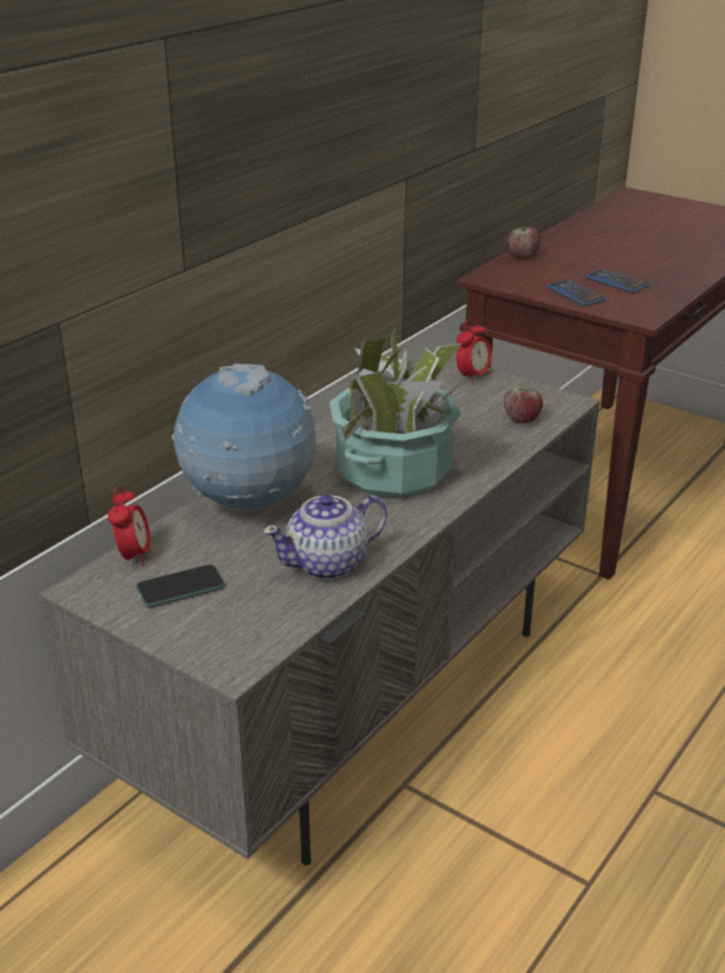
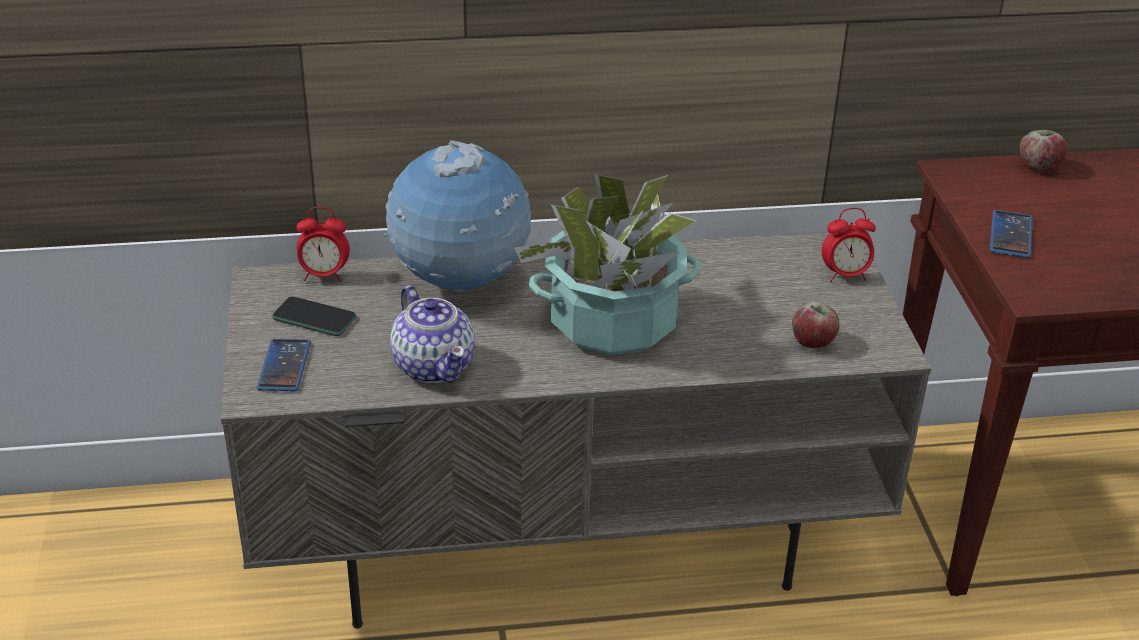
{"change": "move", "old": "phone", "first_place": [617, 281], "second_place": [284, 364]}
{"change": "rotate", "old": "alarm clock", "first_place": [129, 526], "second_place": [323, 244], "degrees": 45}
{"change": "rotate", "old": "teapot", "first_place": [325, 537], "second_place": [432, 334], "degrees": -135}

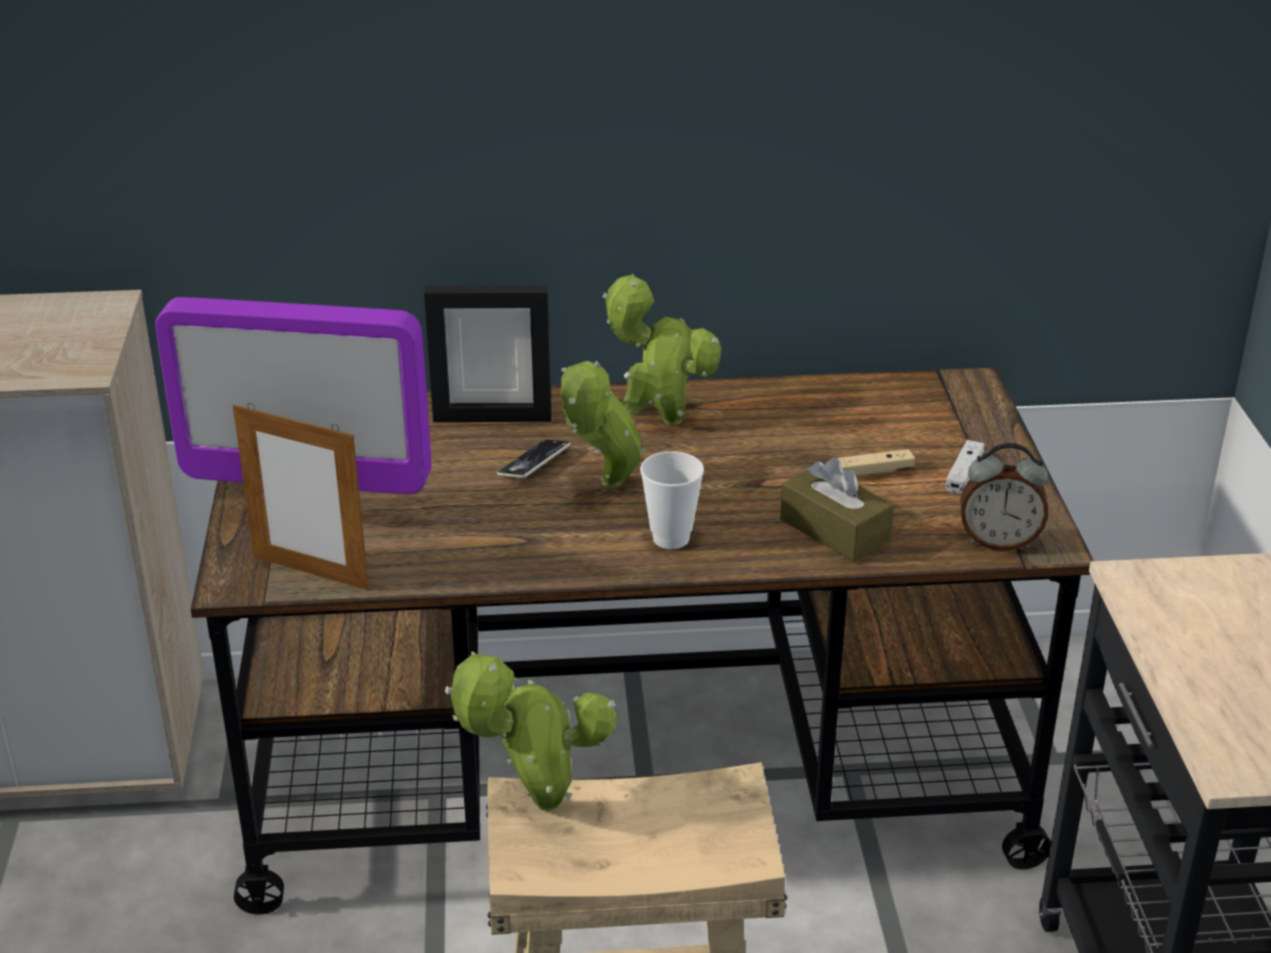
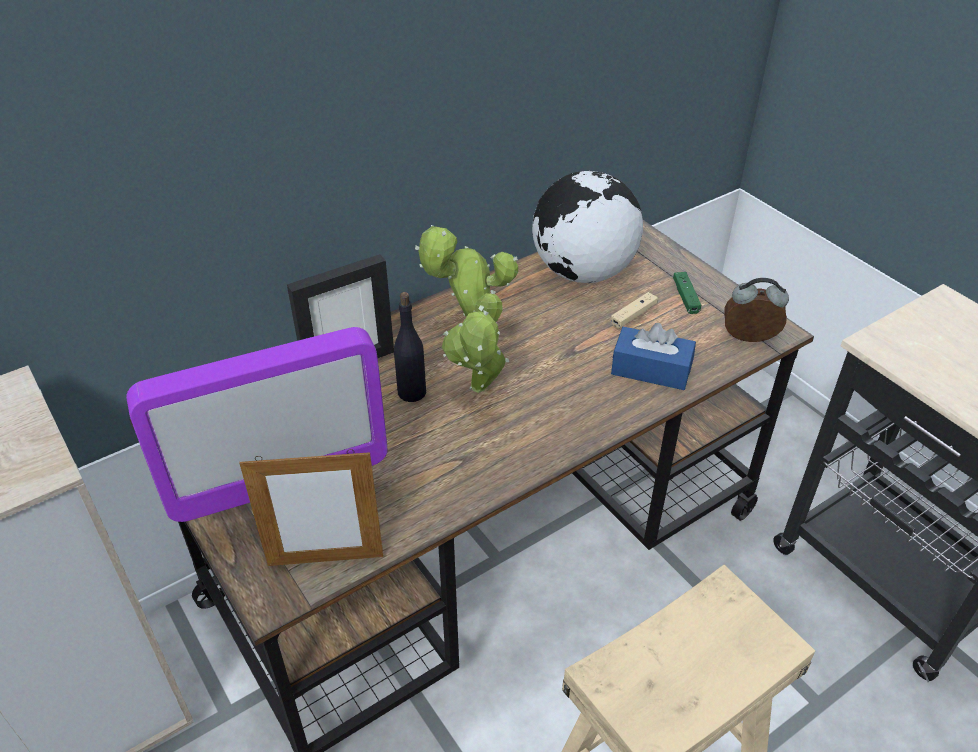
{"change": "delete", "old": "houseplant", "first_place": [531, 731]}
{"change": "delete", "old": "small cup", "first_place": [672, 500]}
{"change": "insert", "new": "world globe", "second_place": [587, 227]}
{"change": "replace", "old": "phone", "new": "blackish bottle", "first_place": [534, 458], "second_place": [410, 347]}
{"change": "recolor", "old": "brownish tissue box", "new": "blue tissue box", "first_place": [837, 509], "second_place": [653, 356]}
{"change": "recolor", "old": "white game controller", "new": "green-coloured game controller", "first_place": [965, 467], "second_place": [687, 293]}
{"change": "rotate", "old": "alarm clock", "first_place": [1004, 497], "second_place": [756, 310], "degrees": -150}

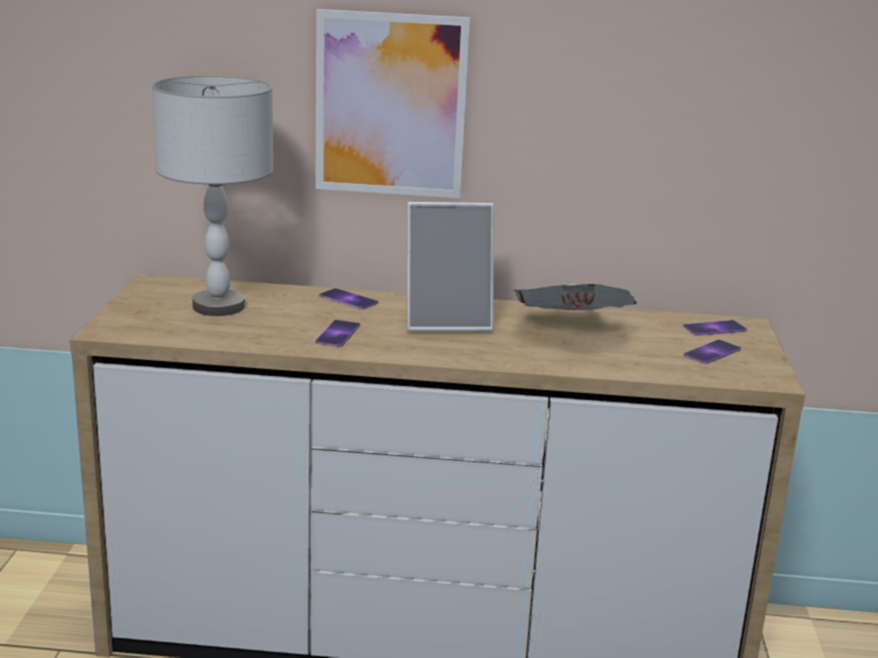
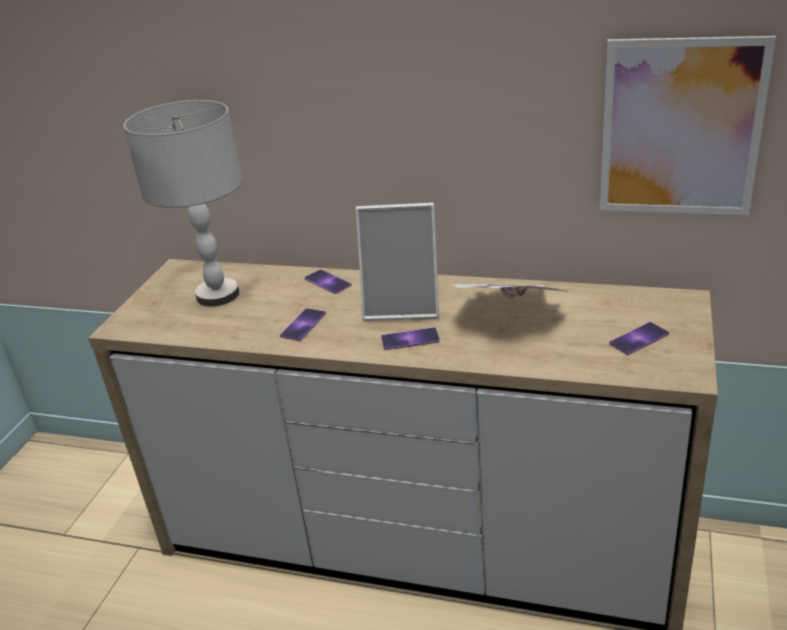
{"change": "move", "old": "picture", "first_place": [392, 103], "second_place": [688, 125]}
{"change": "move", "old": "phone", "first_place": [715, 328], "second_place": [410, 338]}

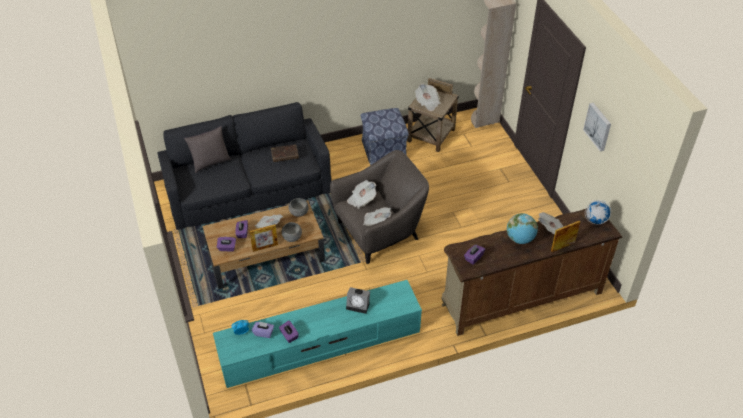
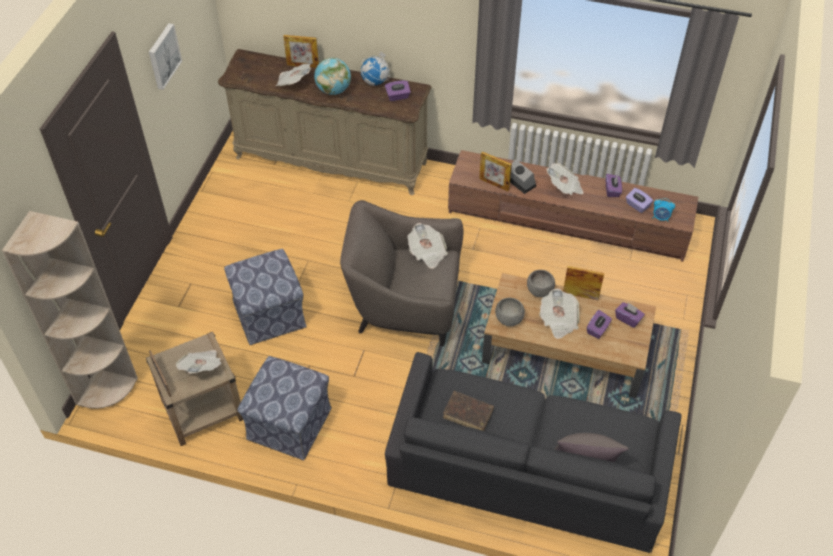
{"change": "insert", "new": "pouffe", "second_place": [265, 297]}
{"change": "insert", "new": "photo frame", "second_place": [495, 171]}
{"change": "move", "old": "newspaper", "first_place": [361, 194], "second_place": [565, 179]}
{"change": "move", "old": "world globe", "first_place": [598, 212], "second_place": [375, 68]}
{"change": "recolor", "old": "blue-green media console", "new": "brownish media console", "first_place": [317, 334], "second_place": [573, 206]}

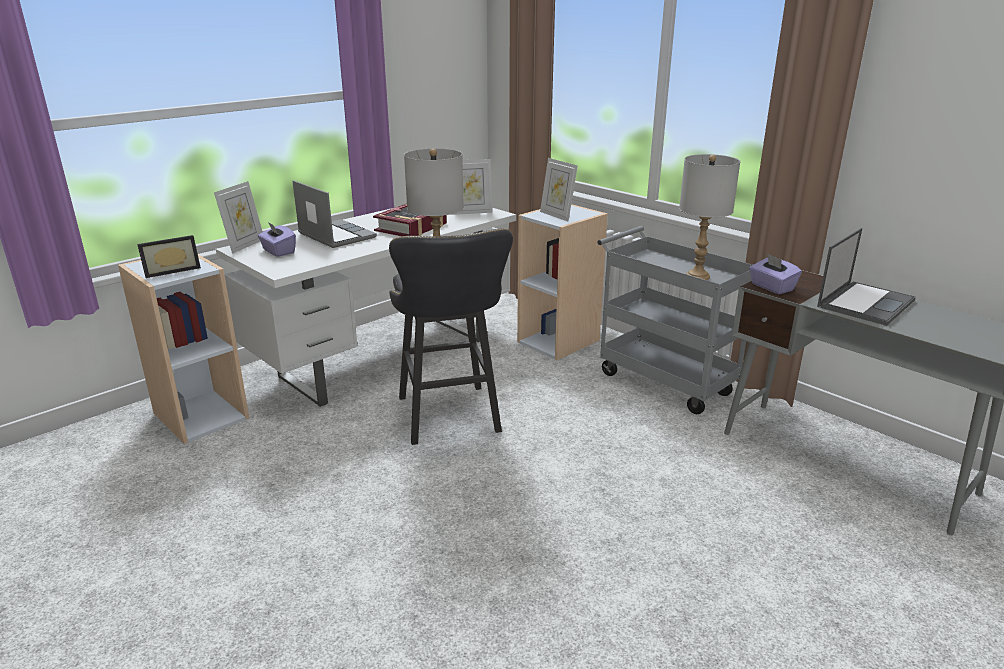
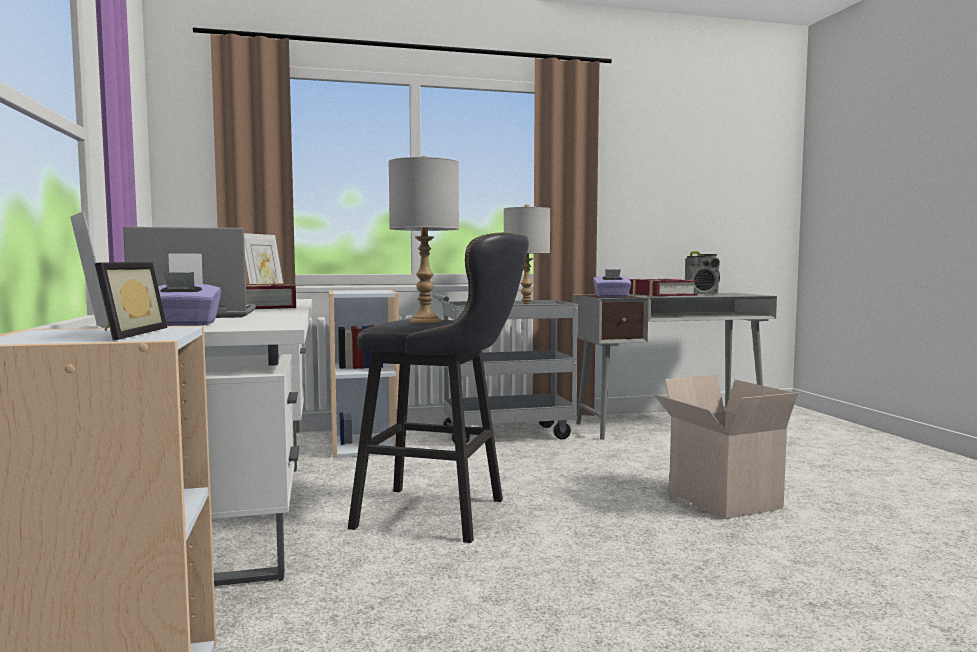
{"change": "delete", "old": "photo frame", "first_place": [559, 190]}
{"change": "insert", "new": "carton", "second_place": [725, 447]}
{"change": "insert", "new": "radio receiver", "second_place": [702, 272]}
{"change": "replace", "old": "portable computer", "new": "volume", "first_place": [866, 277], "second_place": [663, 287]}

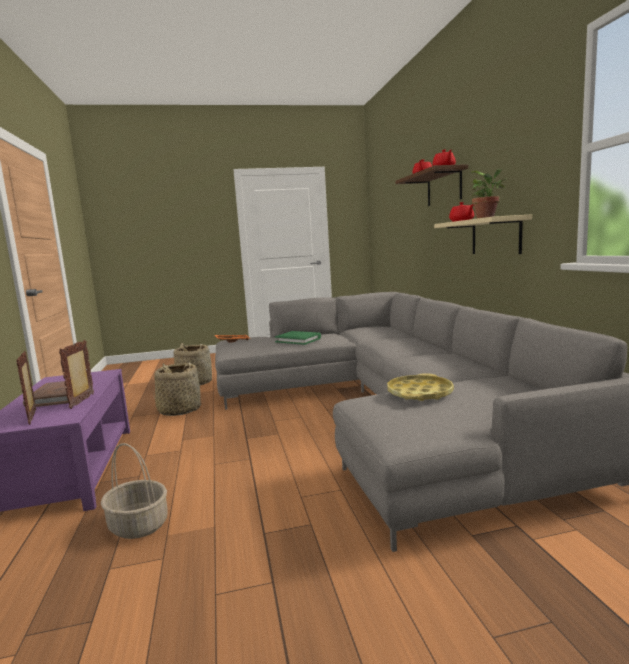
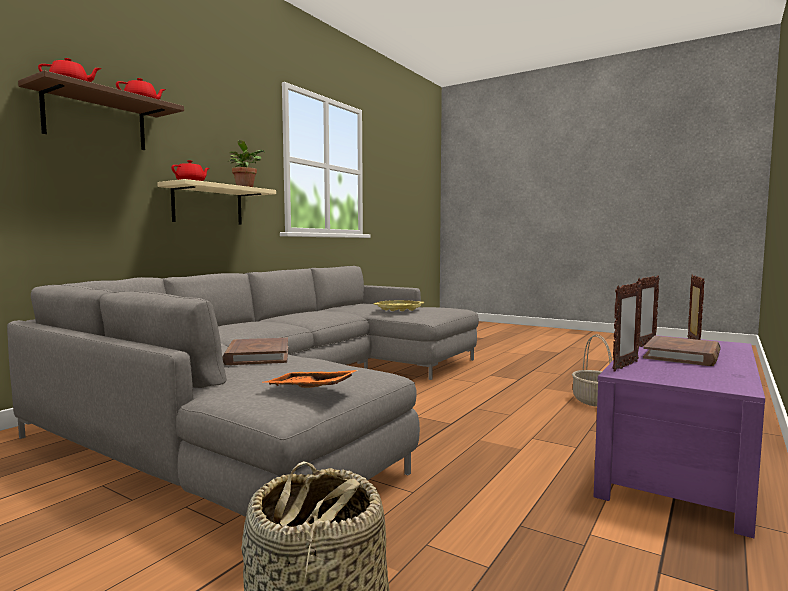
{"change": "delete", "old": "storage basket", "first_place": [177, 389]}
{"change": "insert", "new": "photo frame", "second_place": [627, 327]}
{"change": "recolor", "old": "green-coloured volume", "new": "brownish volume", "first_place": [298, 338], "second_place": [255, 351]}

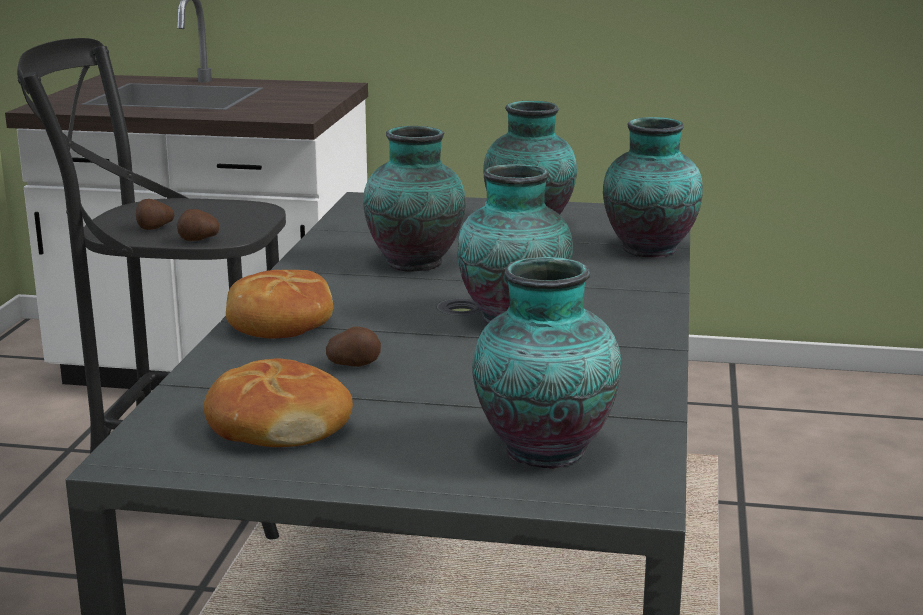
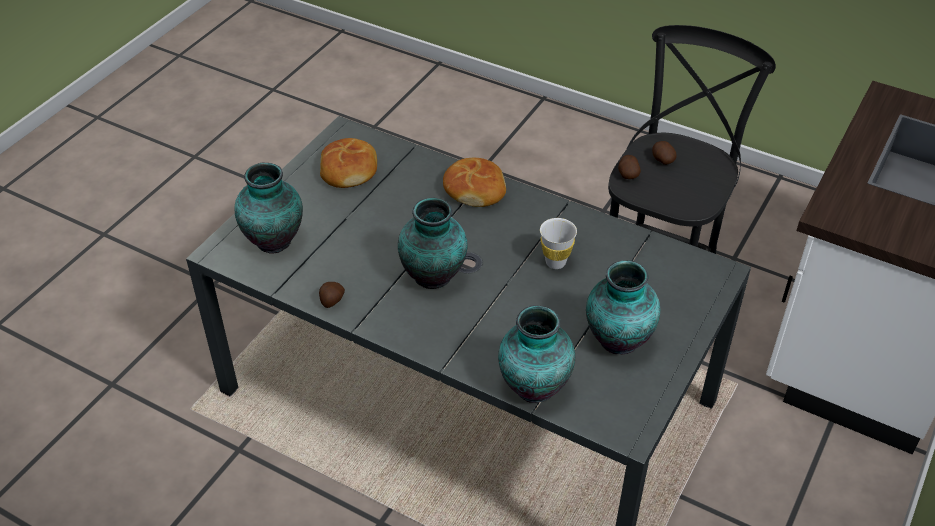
{"change": "move", "old": "whole potato", "first_place": [353, 347], "second_place": [332, 295]}
{"change": "replace", "old": "decorative vase", "new": "white small cup", "first_place": [414, 199], "second_place": [558, 243]}

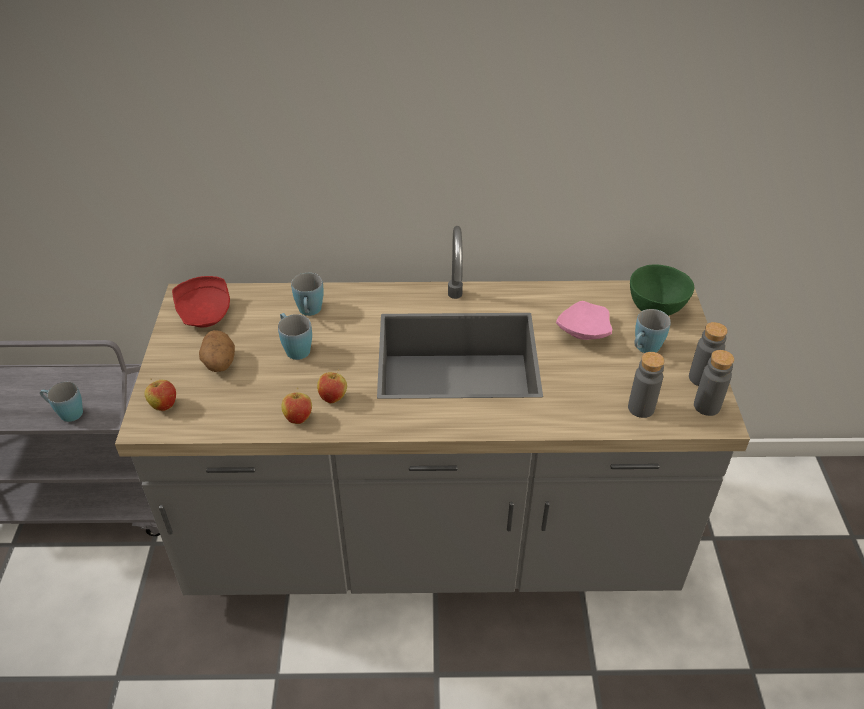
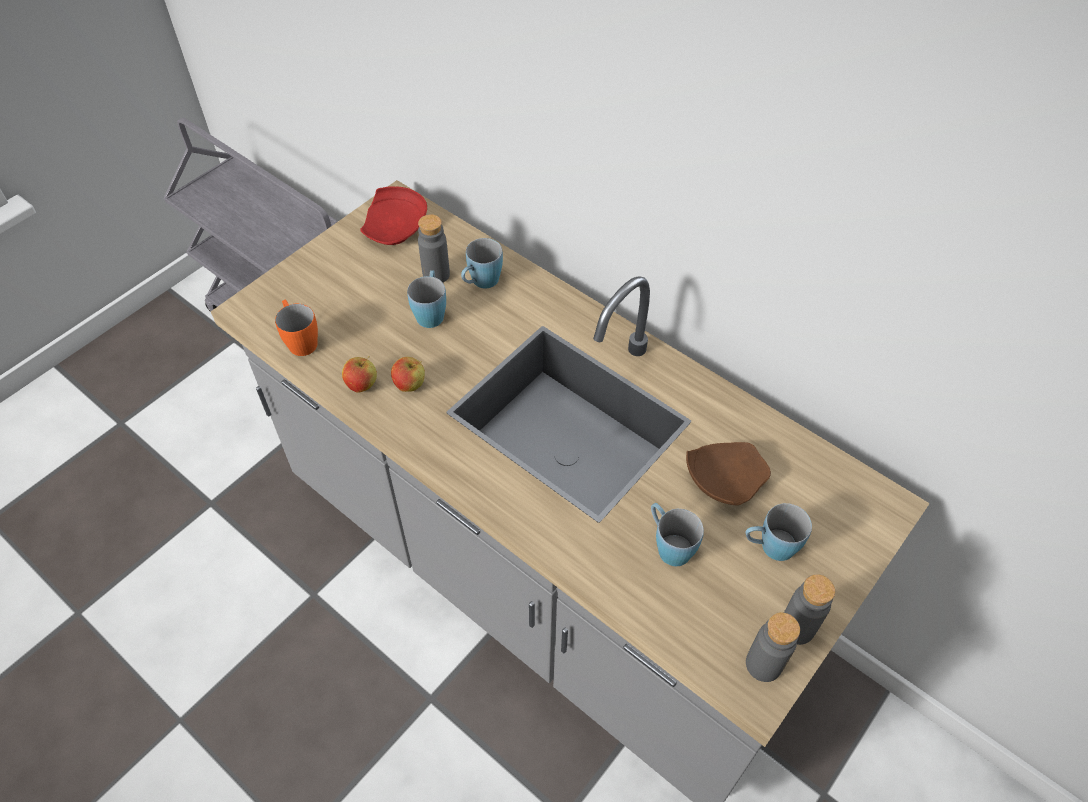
{"change": "delete", "old": "apple fruit", "first_place": [160, 394]}
{"change": "delete", "old": "whole potato", "first_place": [217, 351]}
{"change": "delete", "old": "green-coloured serving bowl", "first_place": [662, 290]}
{"change": "insert", "new": "orange-coloured coffee mug", "second_place": [296, 328]}
{"change": "move", "old": "blue coffee mug", "first_place": [61, 402], "second_place": [677, 534]}
{"change": "move", "old": "gray bottle", "first_place": [646, 385], "second_place": [434, 248]}
{"change": "recolor", "old": "pinkish dinner plate", "new": "brownish dinner plate", "first_place": [584, 320], "second_place": [728, 473]}

